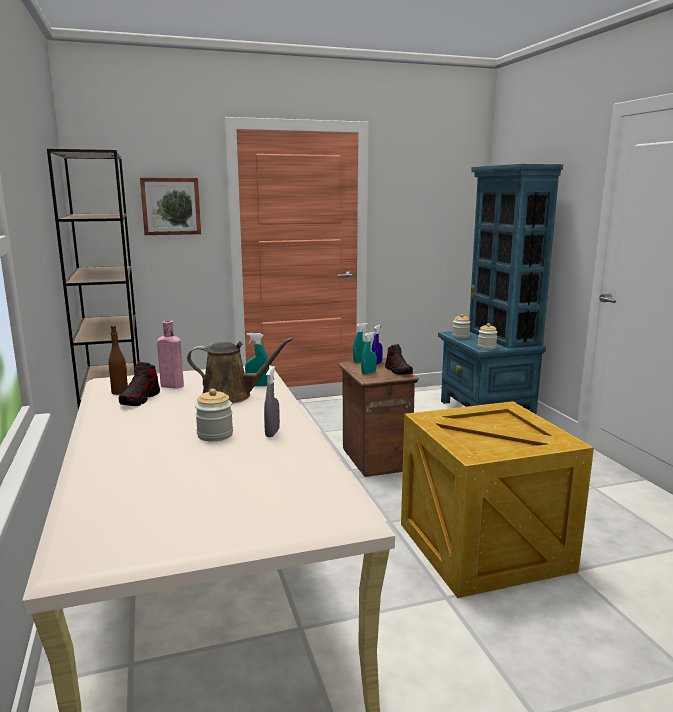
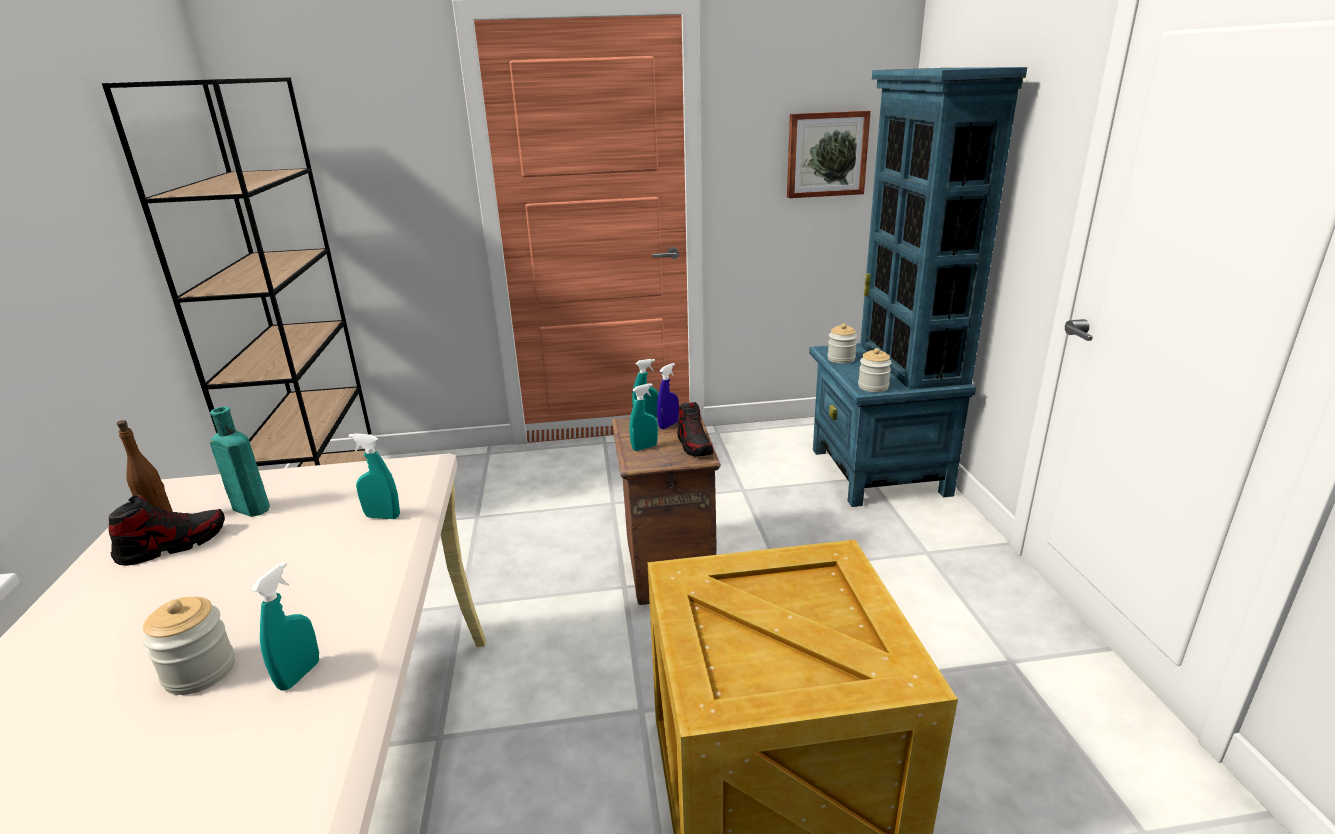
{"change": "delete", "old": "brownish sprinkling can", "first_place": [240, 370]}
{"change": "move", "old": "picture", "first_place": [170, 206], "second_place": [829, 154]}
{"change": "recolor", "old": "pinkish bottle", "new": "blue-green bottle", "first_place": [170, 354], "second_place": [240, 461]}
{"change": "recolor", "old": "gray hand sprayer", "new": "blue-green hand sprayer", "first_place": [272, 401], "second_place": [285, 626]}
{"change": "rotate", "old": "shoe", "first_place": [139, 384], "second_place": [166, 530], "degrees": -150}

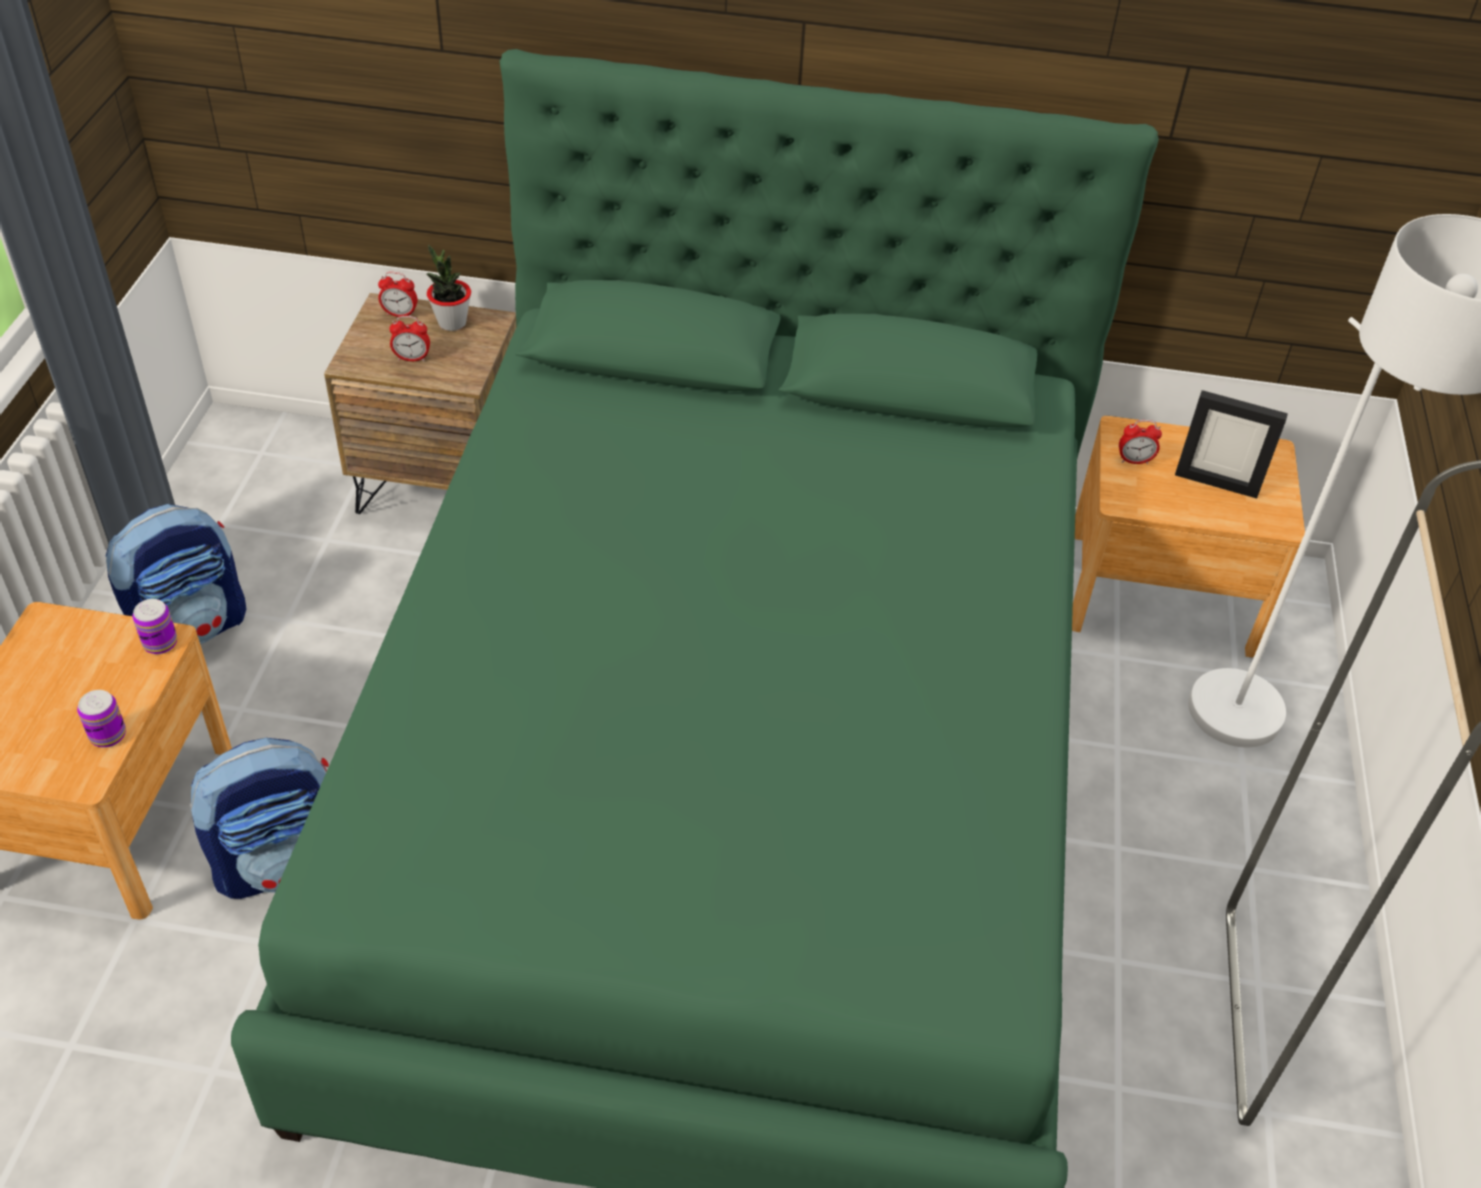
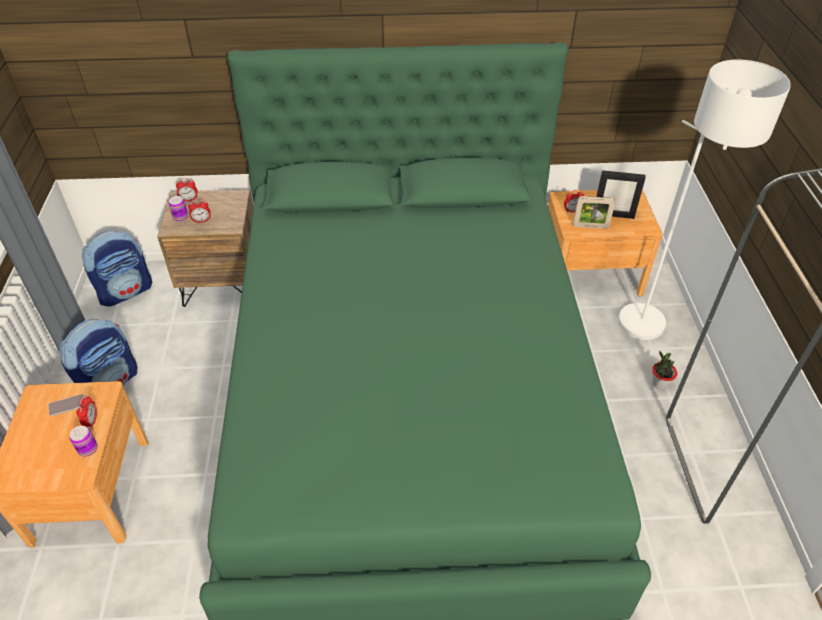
{"change": "insert", "new": "phone", "second_place": [66, 405]}
{"change": "insert", "new": "alarm clock", "second_place": [86, 411]}
{"change": "insert", "new": "photo frame", "second_place": [594, 212]}
{"change": "move", "old": "sealed can", "first_place": [154, 626], "second_place": [178, 209]}
{"change": "move", "old": "knapsack", "first_place": [259, 818], "second_place": [117, 268]}
{"change": "move", "old": "houseplant", "first_place": [448, 288], "second_place": [664, 370]}

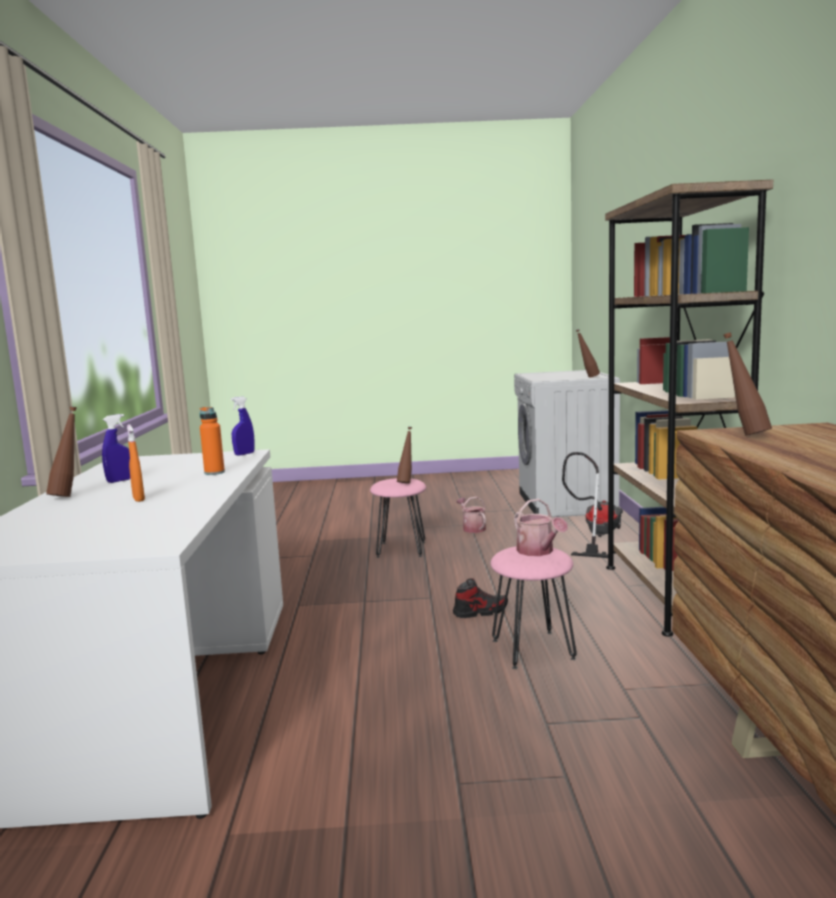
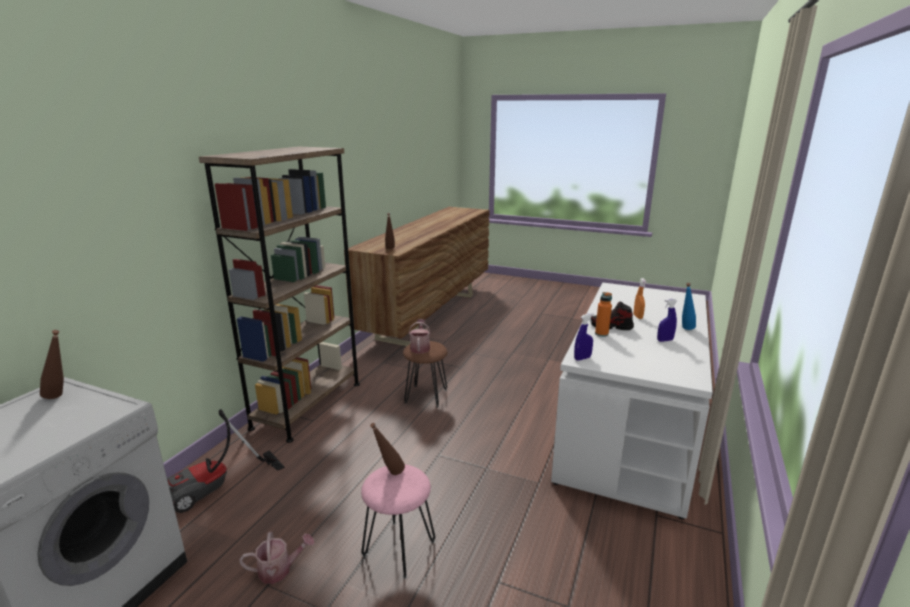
{"change": "move", "old": "shoe", "first_place": [480, 598], "second_place": [612, 316]}
{"change": "recolor", "old": "brownish bottle", "new": "blue bottle", "first_place": [61, 451], "second_place": [689, 306]}
{"change": "recolor", "old": "pinkish sitting stool", "new": "brownish sitting stool", "first_place": [534, 607], "second_place": [425, 374]}
{"change": "rotate", "old": "sprinkling can", "first_place": [471, 514], "second_place": [277, 557], "degrees": -105}

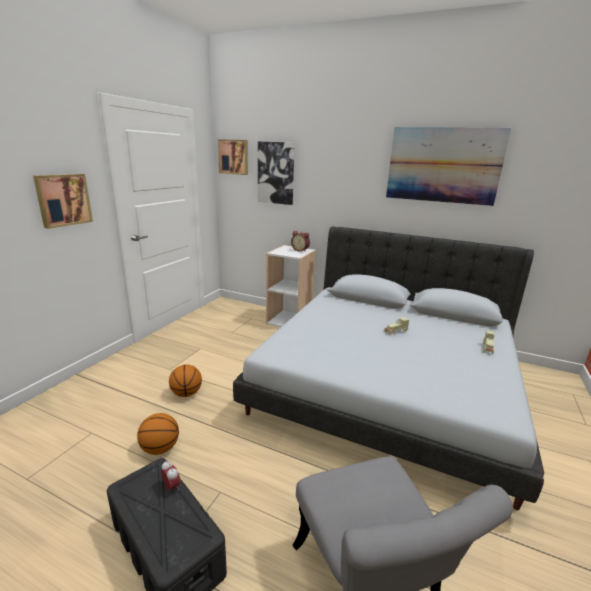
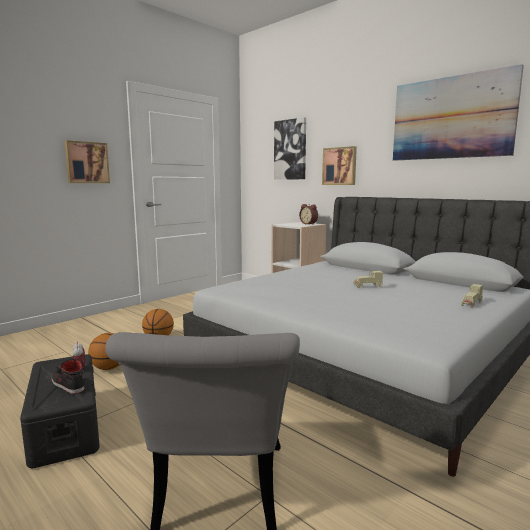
{"change": "insert", "new": "blackish shoe", "second_place": [68, 376]}
{"change": "move", "old": "picture", "first_place": [233, 157], "second_place": [339, 165]}

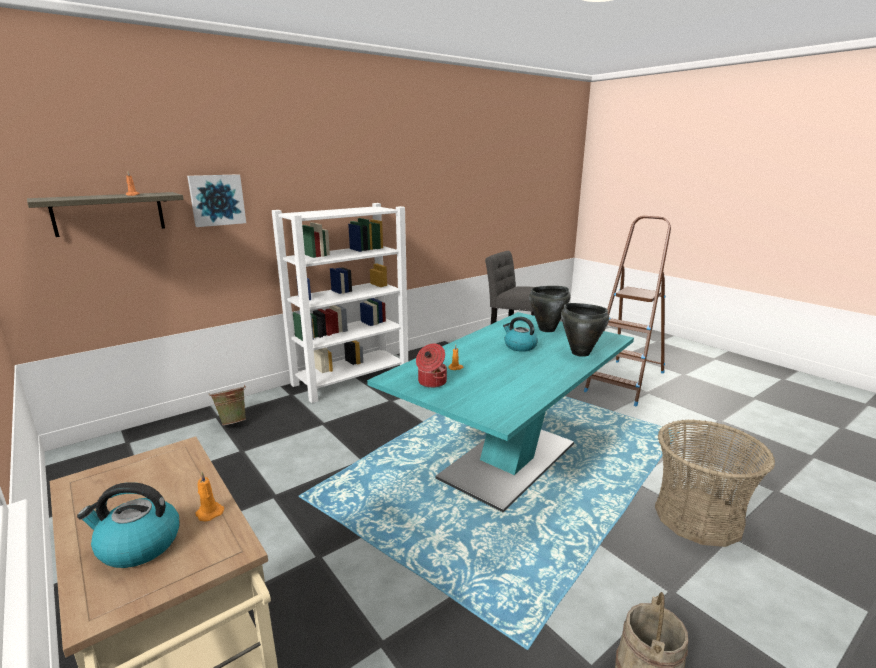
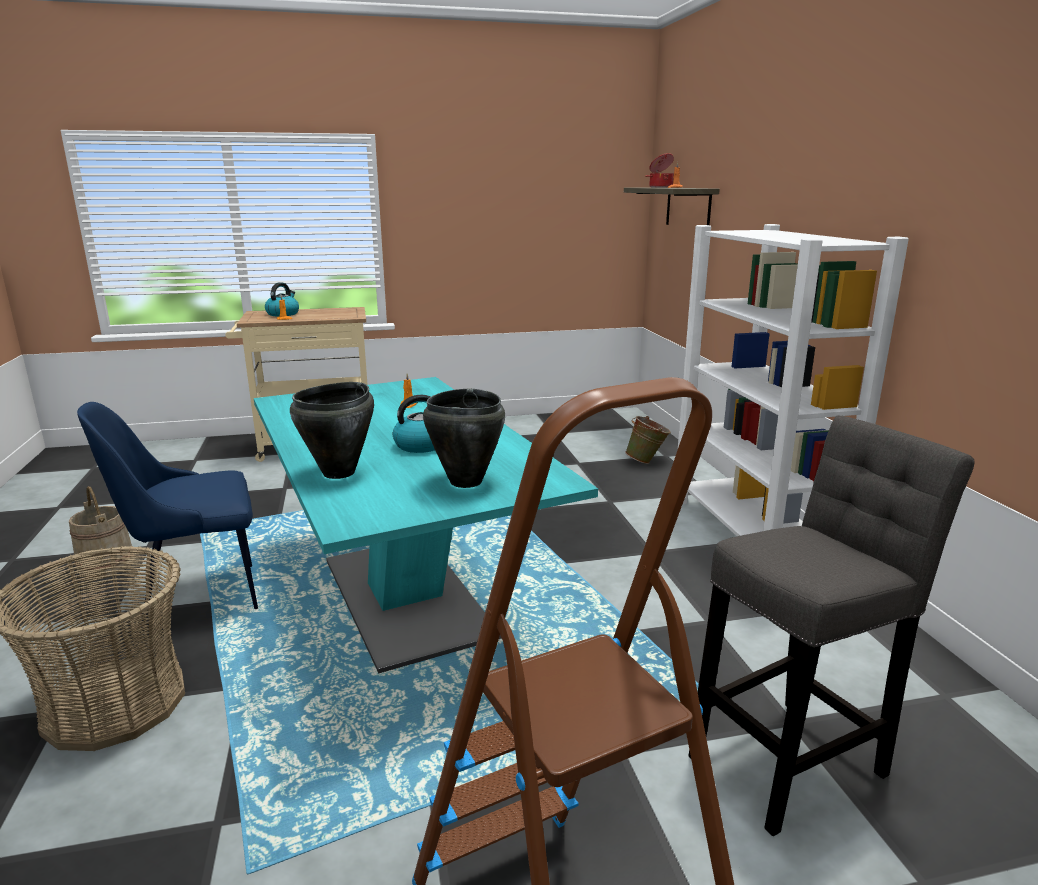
{"change": "delete", "old": "picture", "first_place": [216, 200]}
{"change": "insert", "new": "blue chair", "second_place": [167, 517]}
{"change": "move", "old": "stockpot", "first_place": [431, 365], "second_place": [659, 170]}

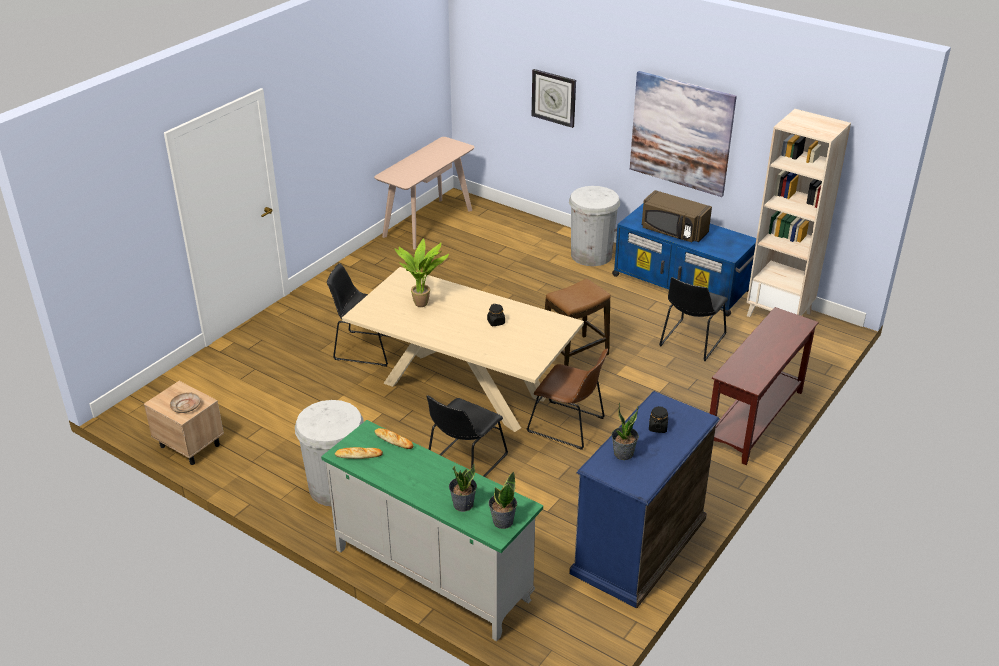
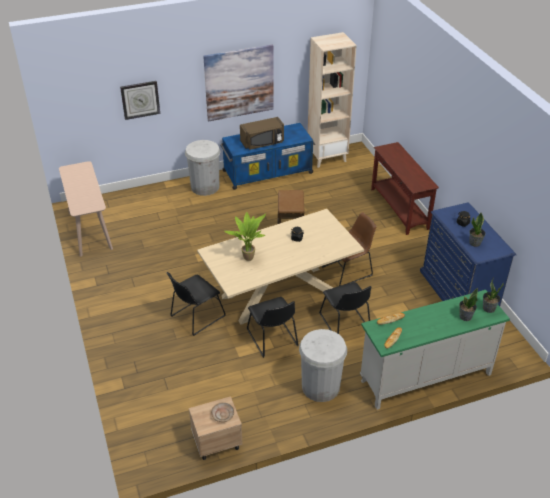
{"change": "move", "old": "blackish chair", "first_place": [693, 319], "second_place": [272, 327]}

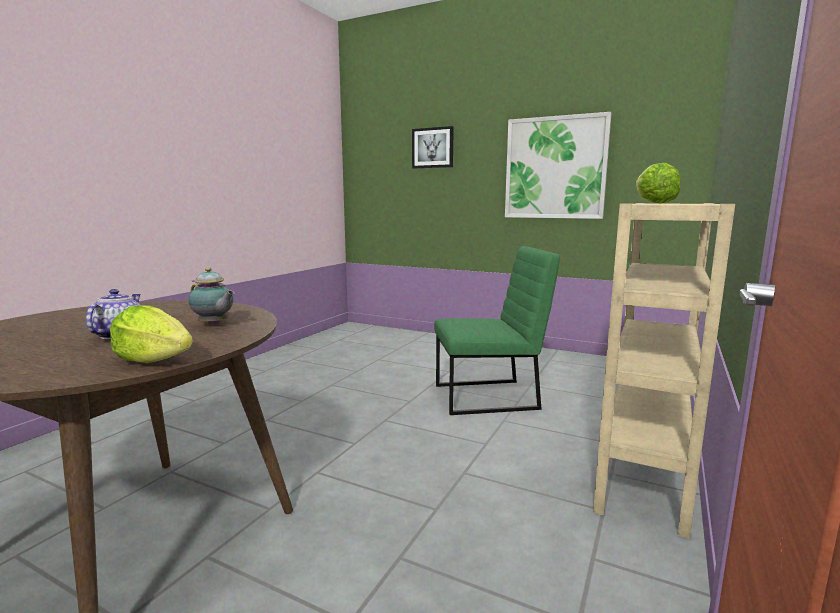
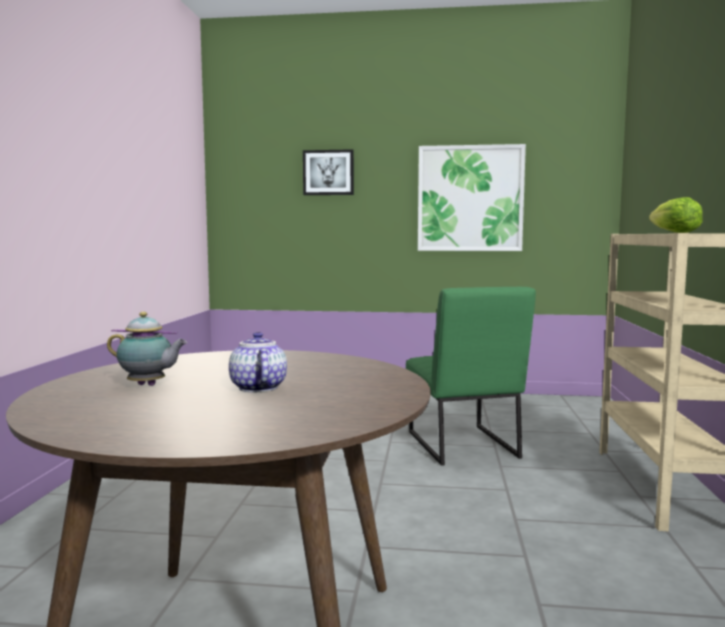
{"change": "delete", "old": "lettuce head", "first_place": [151, 334]}
{"change": "move", "old": "teapot", "first_place": [211, 296], "second_place": [147, 349]}
{"change": "rotate", "old": "green-coloured chair", "first_place": [497, 330], "second_place": [471, 376], "degrees": 105}

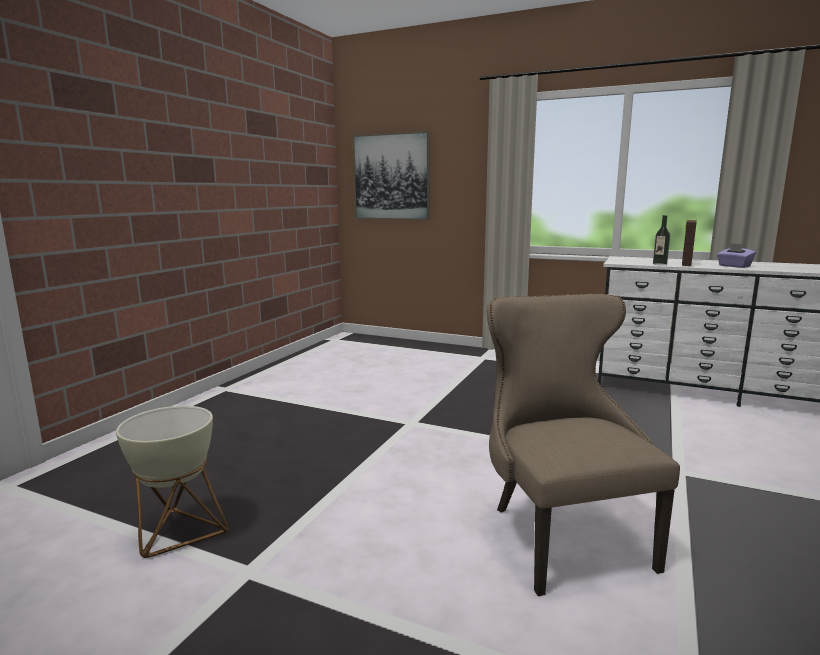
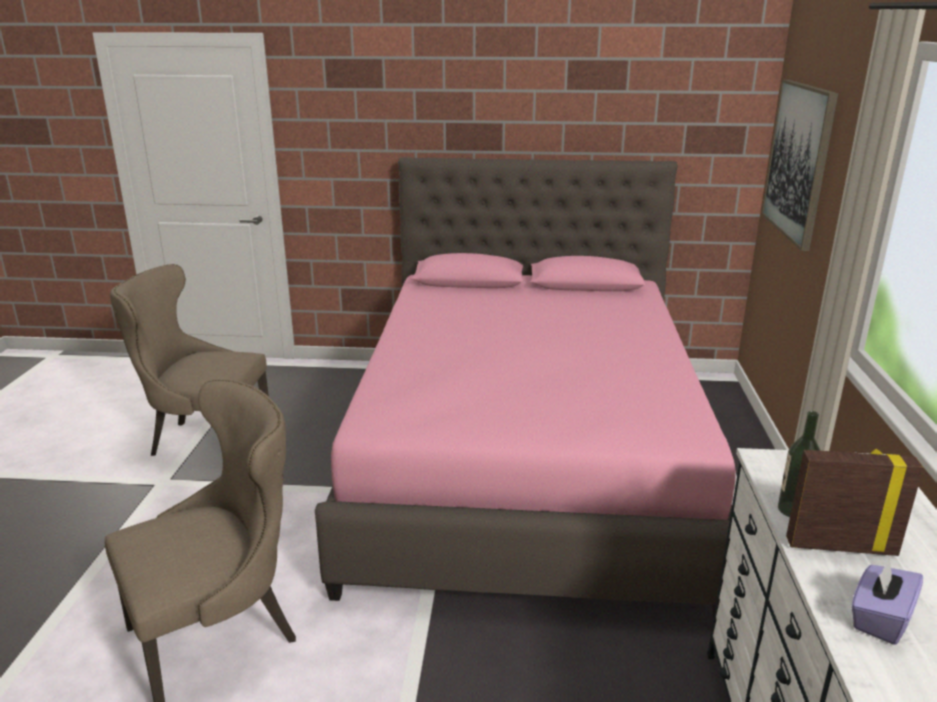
{"change": "insert", "new": "pinkish bedroom bed", "second_place": [525, 387]}
{"change": "replace", "old": "plant pot", "new": "sand-coloured chair", "first_place": [172, 482], "second_place": [189, 360]}

